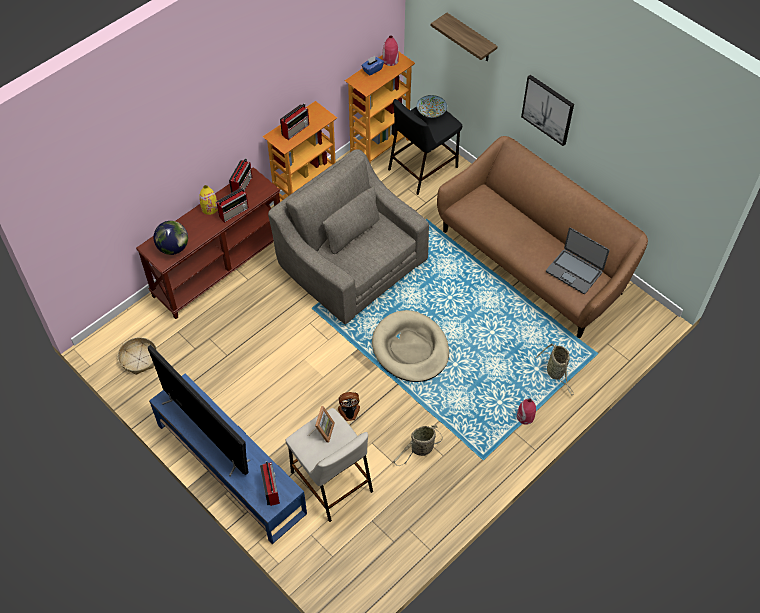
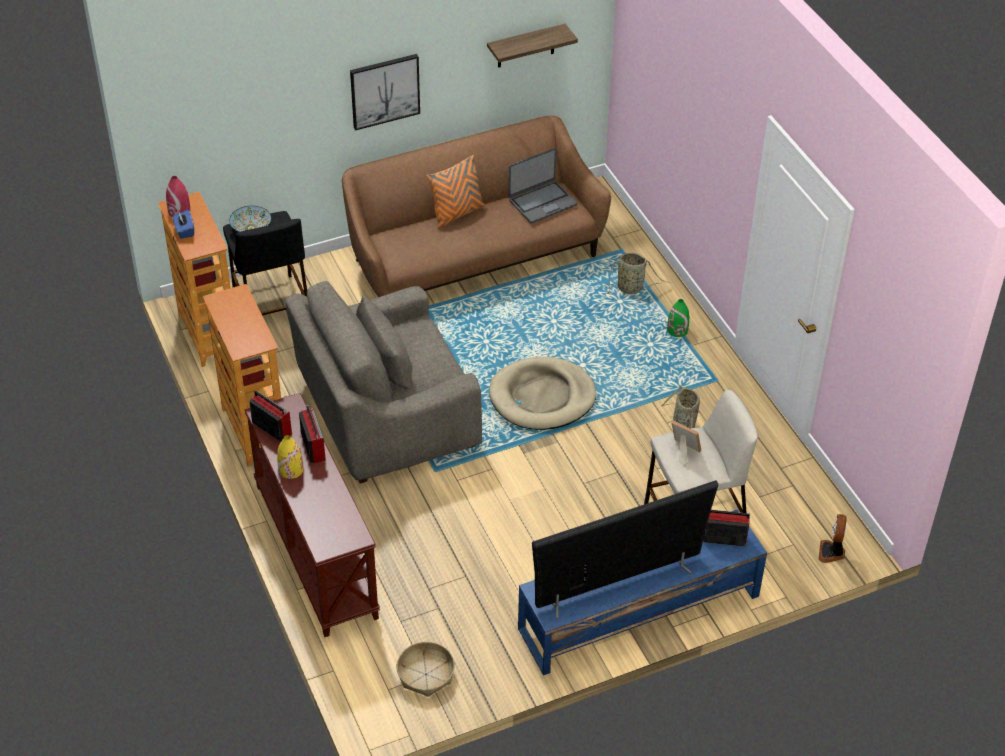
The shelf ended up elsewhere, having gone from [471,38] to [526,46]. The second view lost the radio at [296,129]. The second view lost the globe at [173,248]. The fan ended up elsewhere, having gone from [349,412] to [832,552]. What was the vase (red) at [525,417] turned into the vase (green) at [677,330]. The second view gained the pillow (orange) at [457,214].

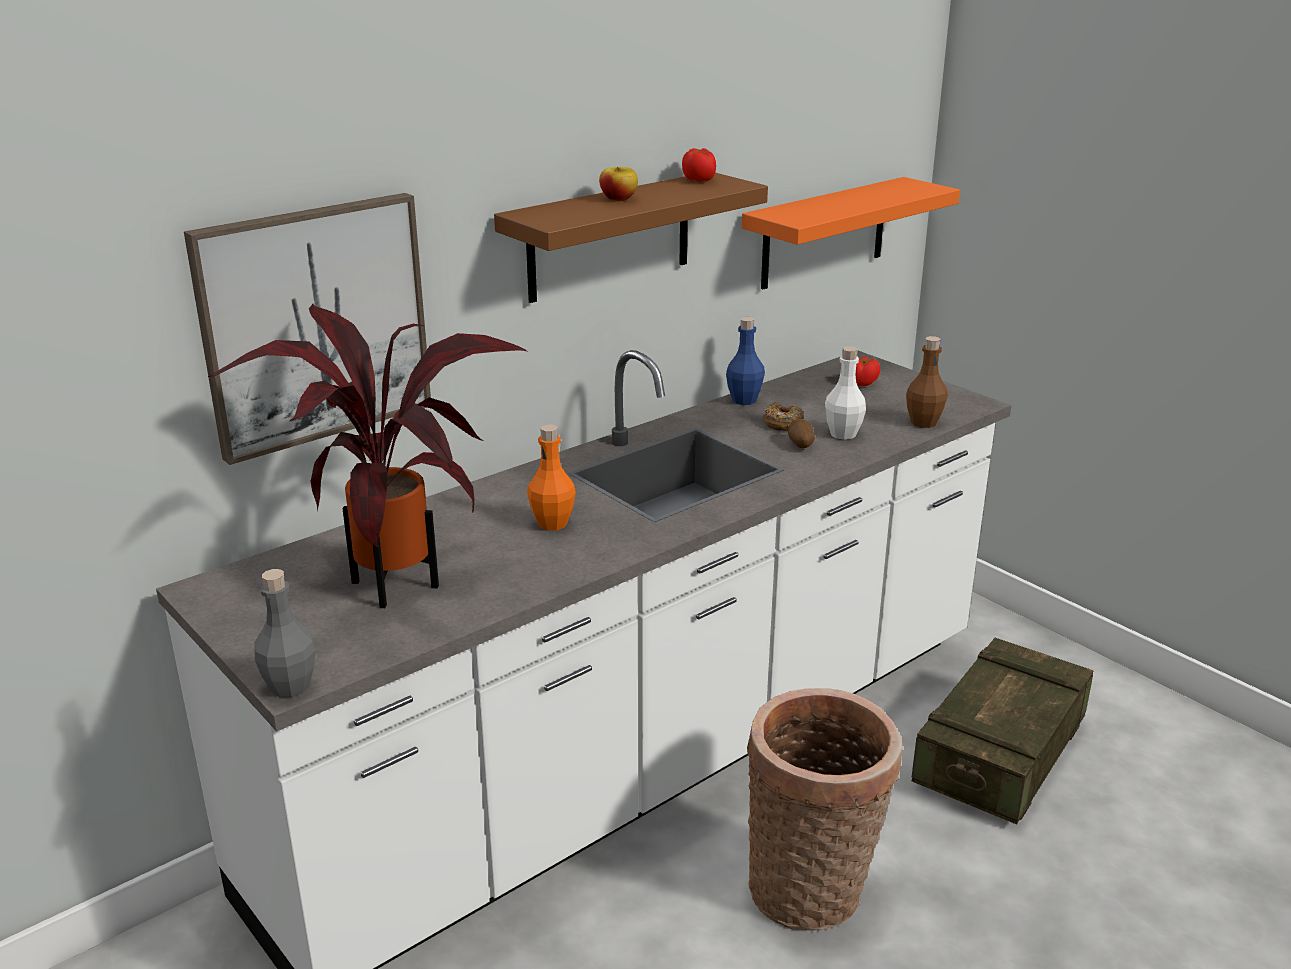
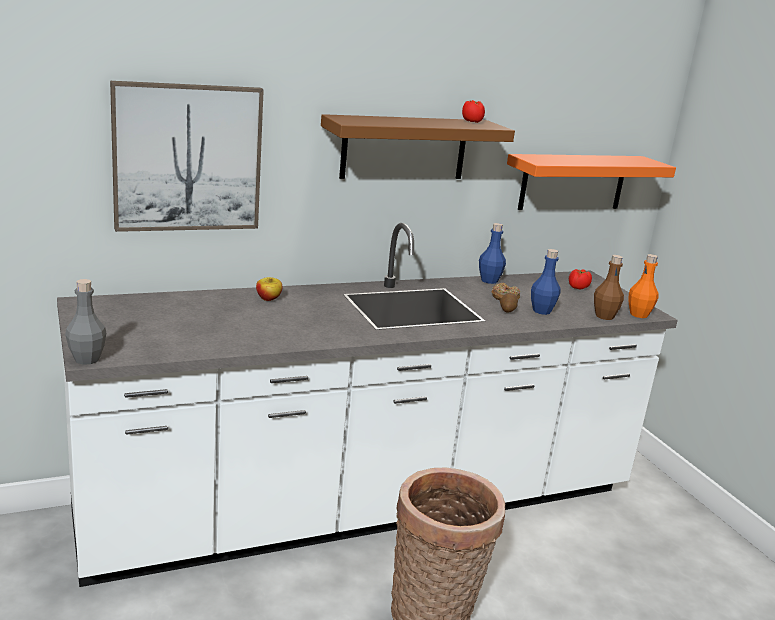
The apple ended up elsewhere, having gone from [618,199] to [268,298]. The second view lost the potted plant at [395,579]. What was the bottle (white) at [843,434] turned into the bottle (blue) at [542,311]. The bottle (orange) ended up elsewhere, having gone from [552,523] to [639,314]. The second view lost the crate at [999,755].

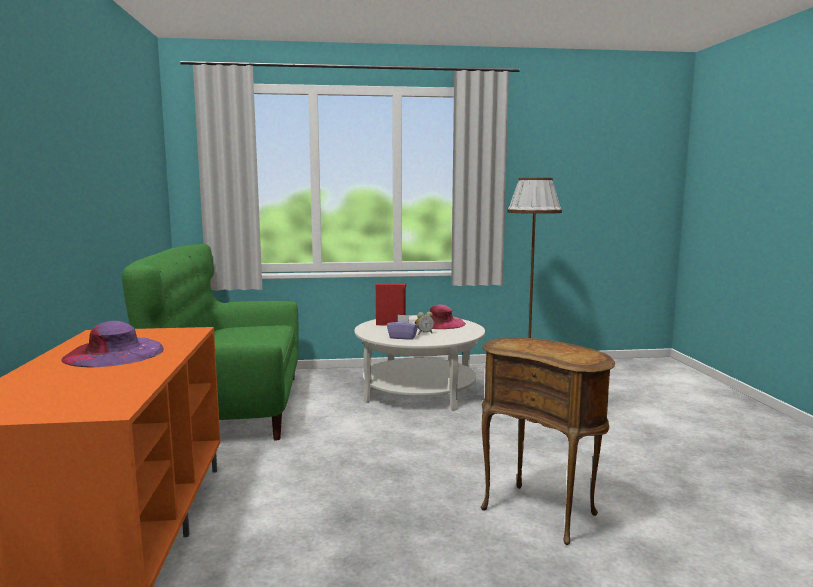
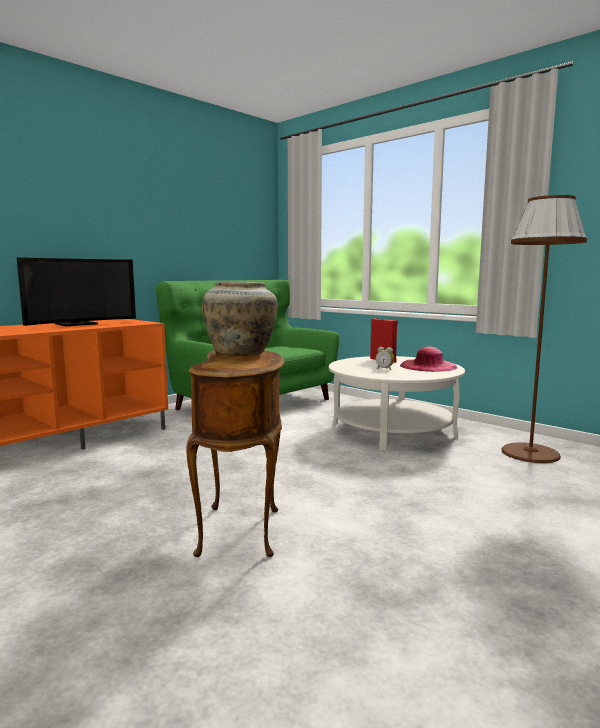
The second view lost the tissue box (purple) at [402,337]. Where the hat (purple) stood at [114,353], the television came to stand at [78,324]. The second view gained the vase (beige) at [241,354].

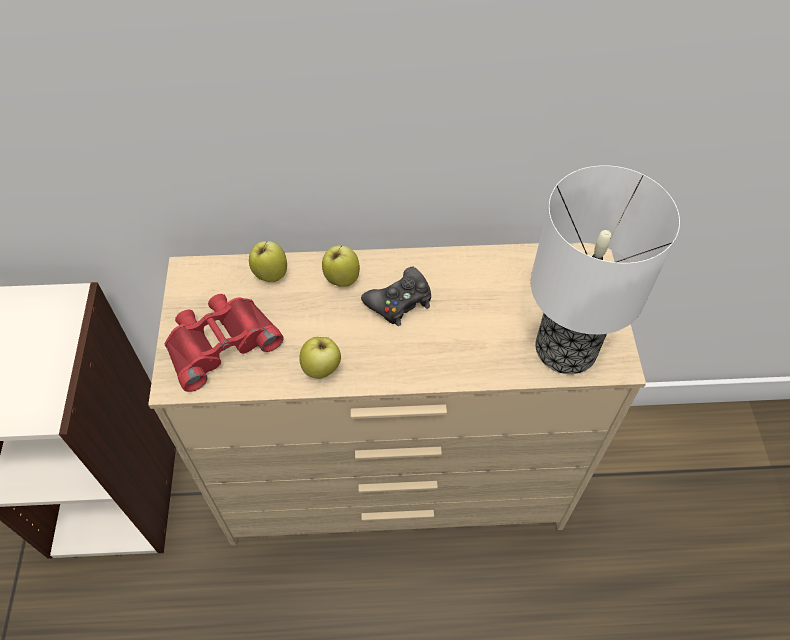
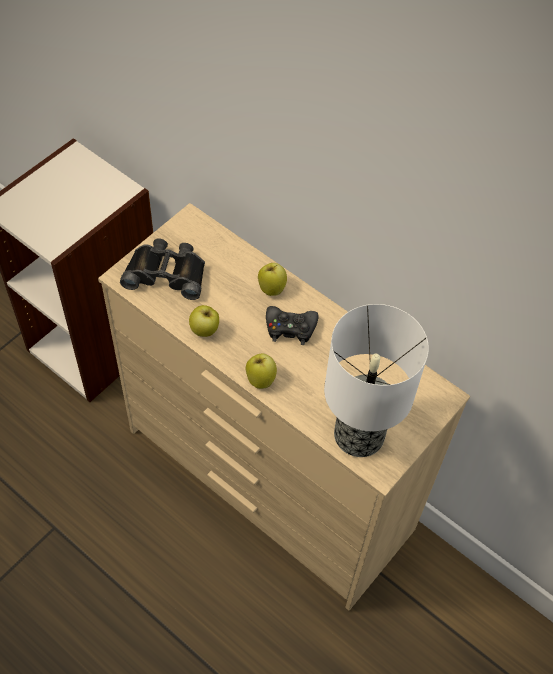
The apple ended up elsewhere, having gone from [270,274] to [260,379]. What was the binoculars (red) at [220,342] turned into the binoculars (black) at [166,273].

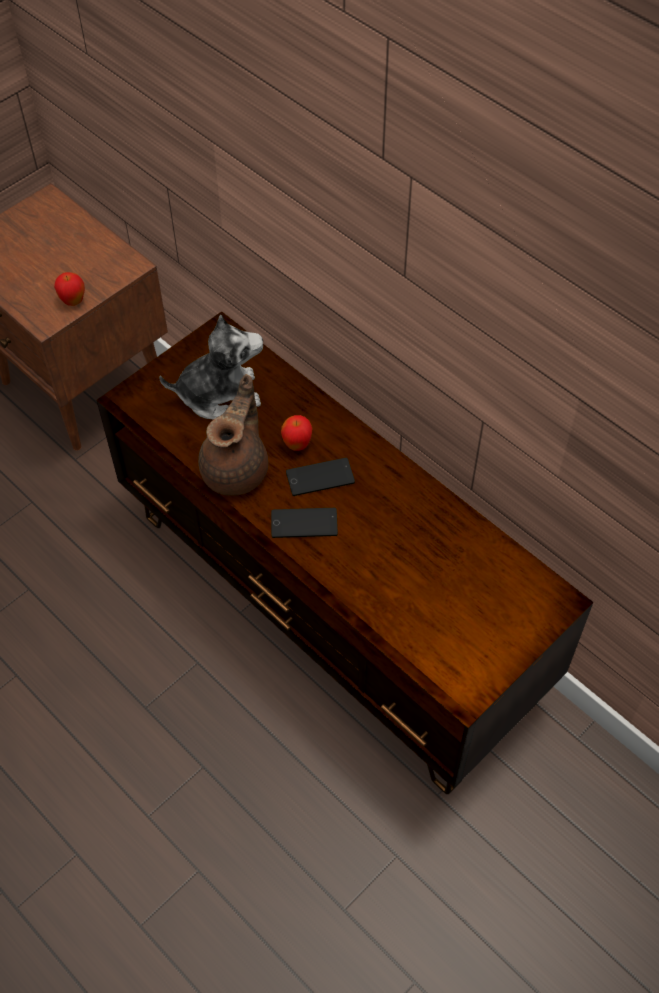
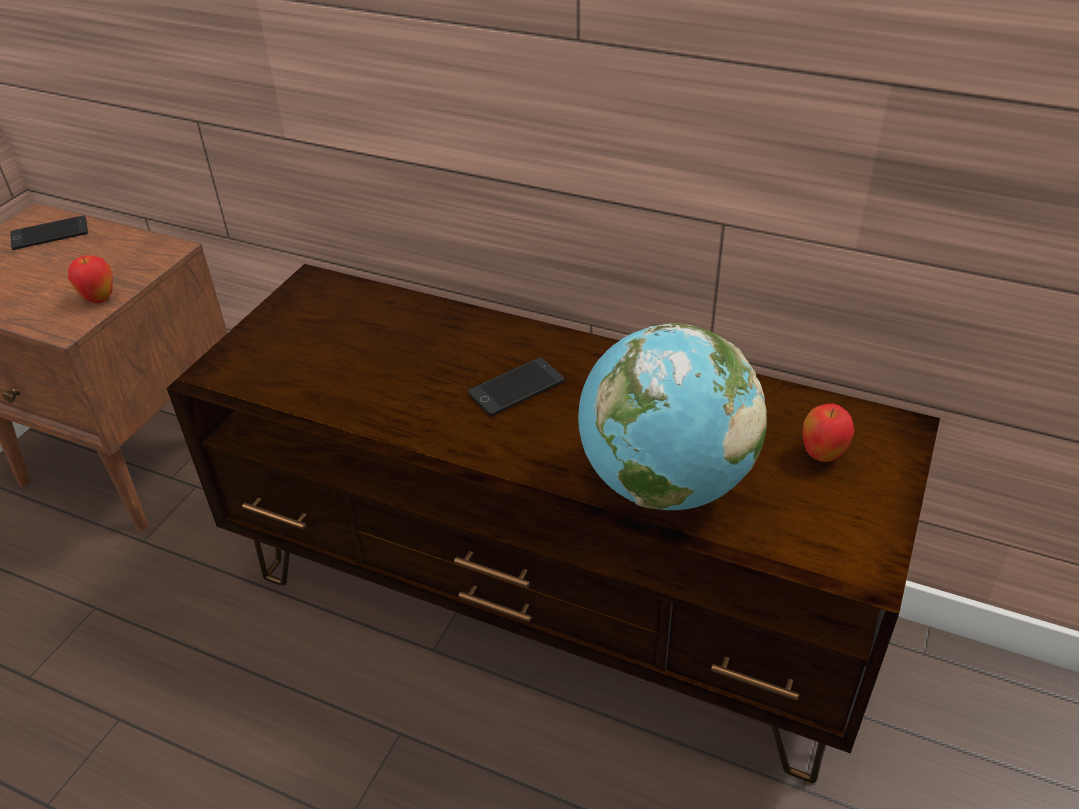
The second view lost the plush toy at [219,394]. The second view lost the teapot (brown) at [237,469]. The apple ended up elsewhere, having gone from [297,445] to [822,455]. The phone ended up elsewhere, having gone from [304,523] to [50,234]. The second view gained the globe at [664,483].

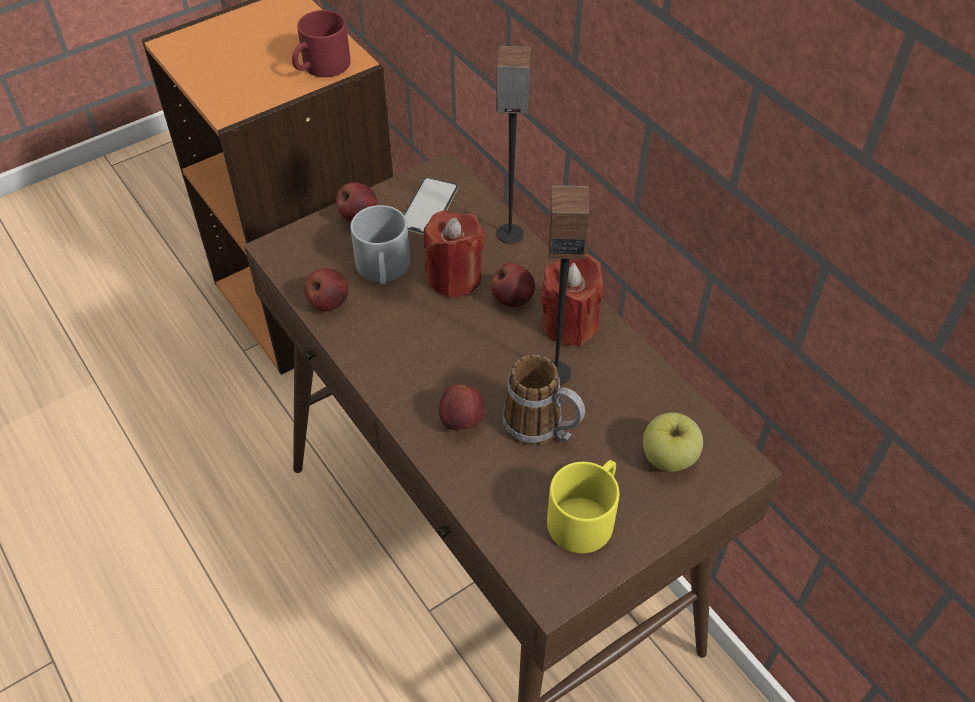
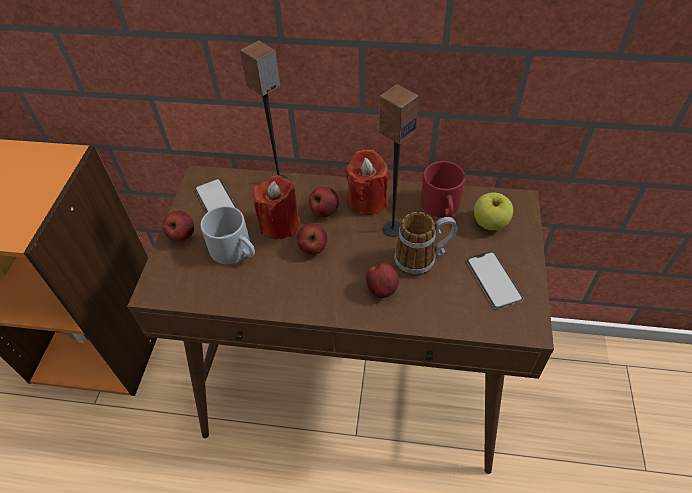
The mug (red) ended up elsewhere, having gone from [321,67] to [443,208]. The apple ended up elsewhere, having gone from [328,303] to [312,248]. Where the mug (yellow) stood at [585,514], the phone came to stand at [493,280].

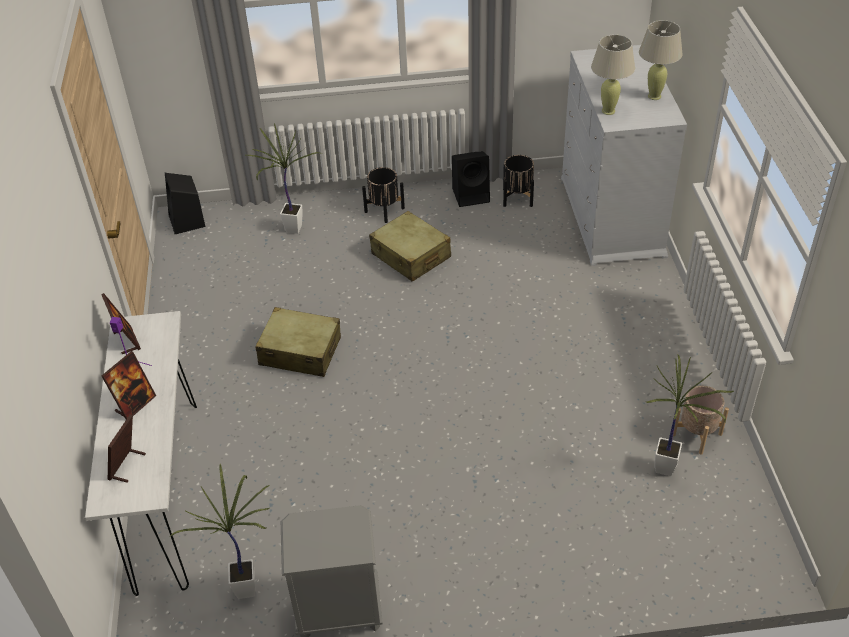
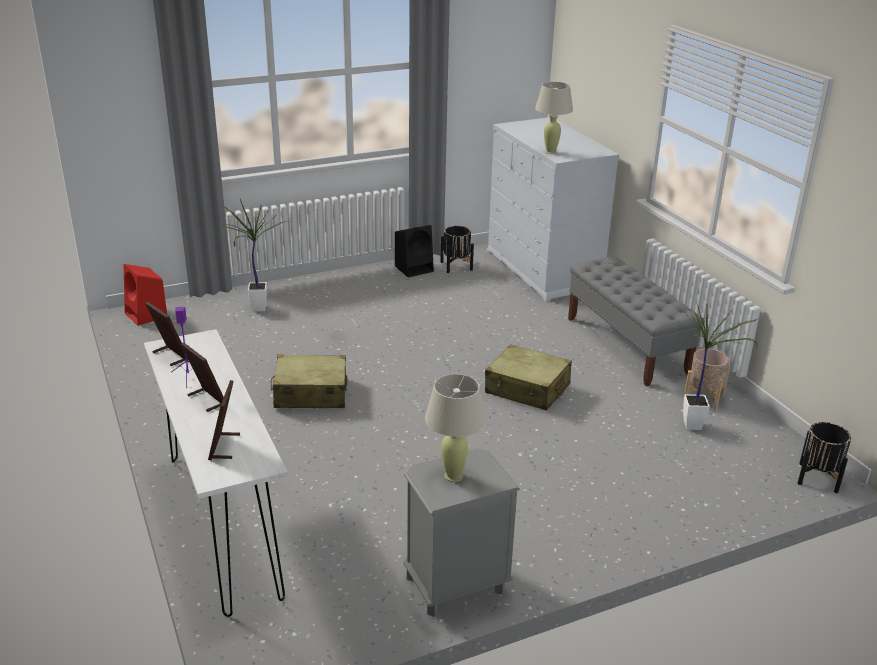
The table lamp (beige) ended up elsewhere, having gone from [654,96] to [454,476]. The planter (black) ended up elsewhere, having gone from [384,210] to [818,477]. What was the speaker (black) at [187,222] turned into the speaker (red) at [147,315]. The suitcase (beige) ended up elsewhere, having gone from [411,256] to [527,389]. The picture frame at [135,404] ended up facing another way, 60 degrees counterclockwise from before. The second view lost the potted plant at [249,586]. The second view gained the bench (grey) at [627,345].

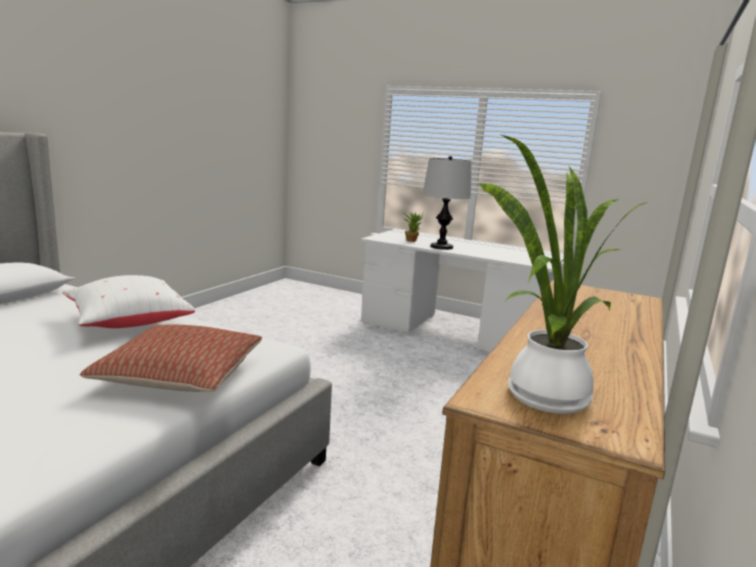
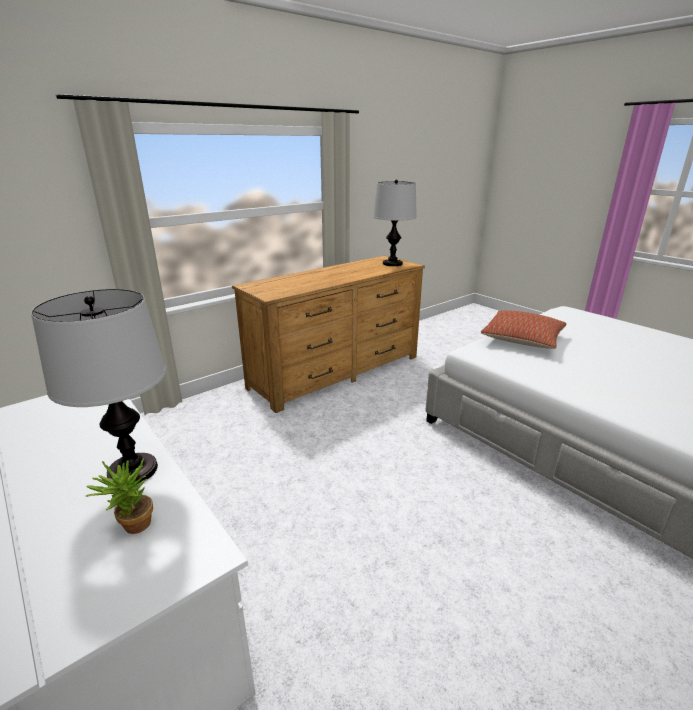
Where the potted plant stood at [541,397], the table lamp came to stand at [392,263]. The second view lost the pillow (white) at [128,322].

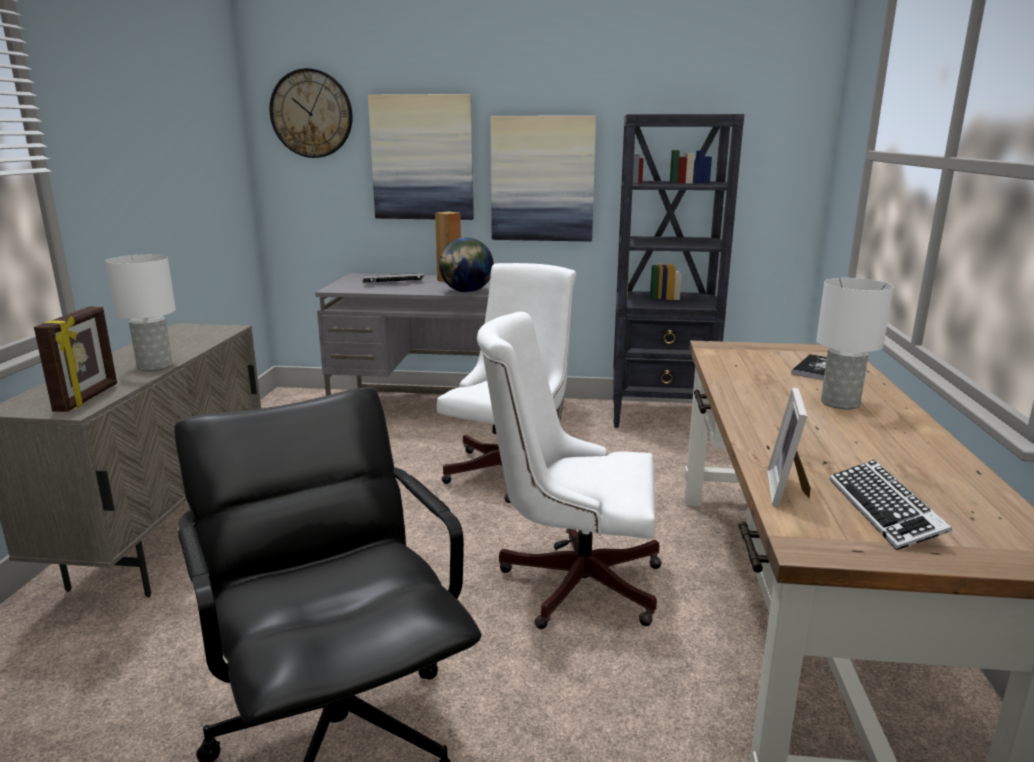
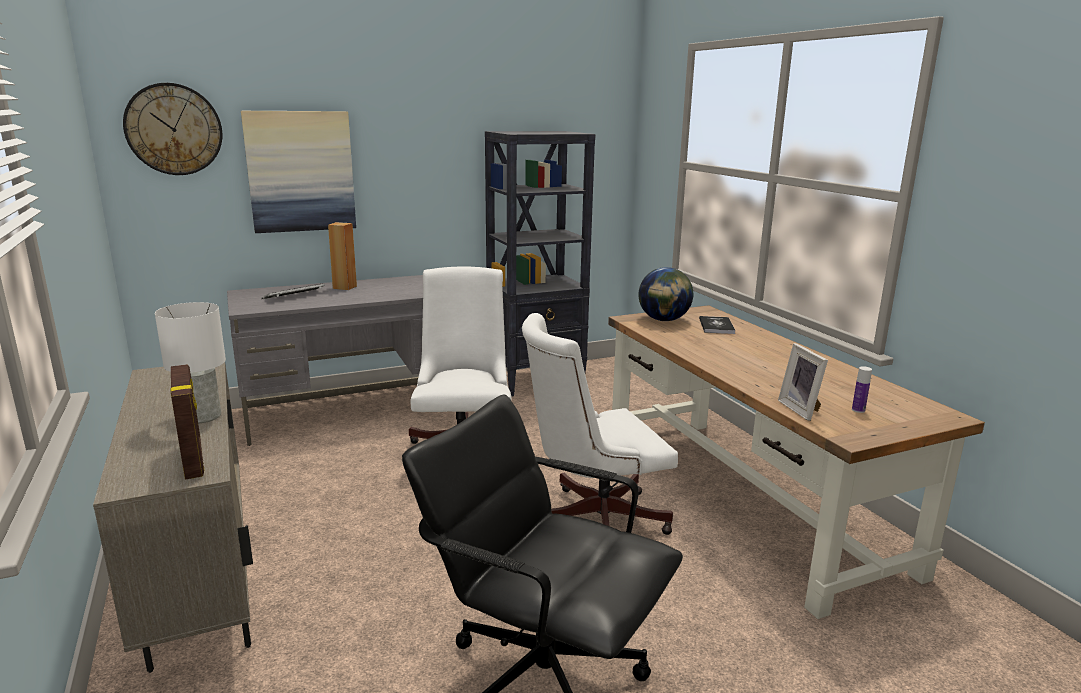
The second view lost the picture at [542,179]. The globe ended up elsewhere, having gone from [466,291] to [664,320]. The second view lost the table lamp (white) at [841,403]. Where the keyboard stood at [884,511], the bottle came to stand at [858,410].

